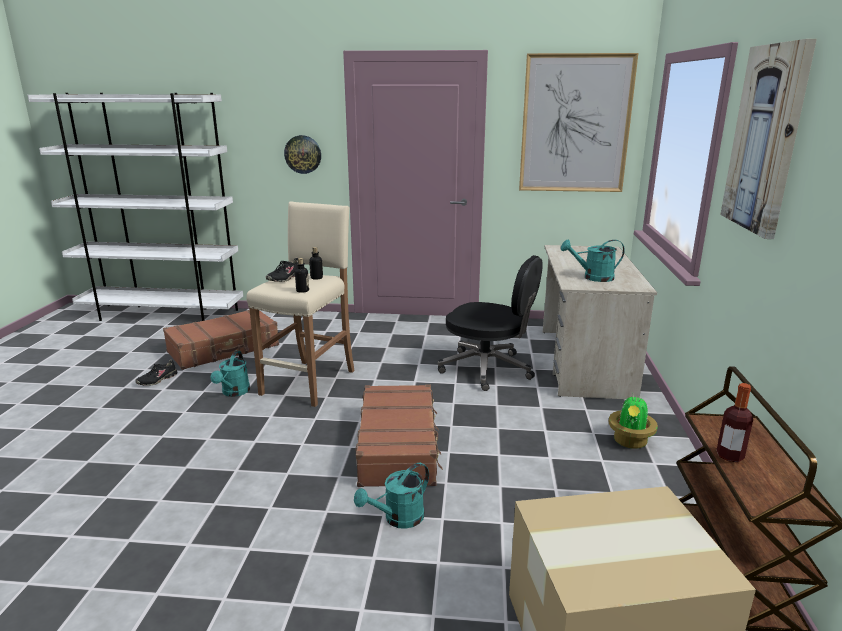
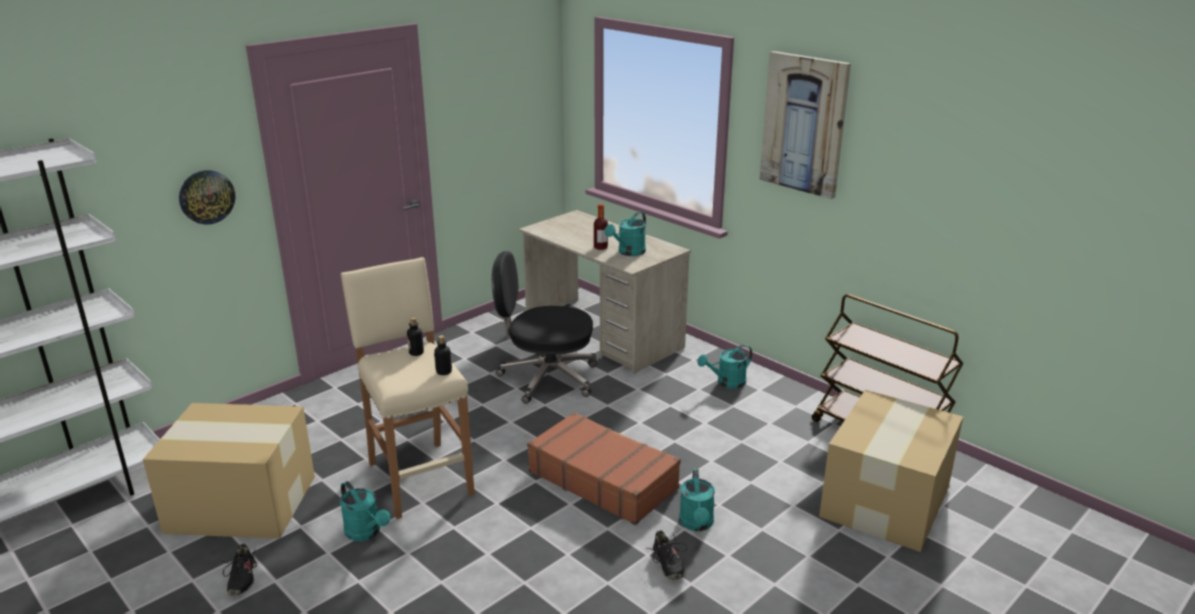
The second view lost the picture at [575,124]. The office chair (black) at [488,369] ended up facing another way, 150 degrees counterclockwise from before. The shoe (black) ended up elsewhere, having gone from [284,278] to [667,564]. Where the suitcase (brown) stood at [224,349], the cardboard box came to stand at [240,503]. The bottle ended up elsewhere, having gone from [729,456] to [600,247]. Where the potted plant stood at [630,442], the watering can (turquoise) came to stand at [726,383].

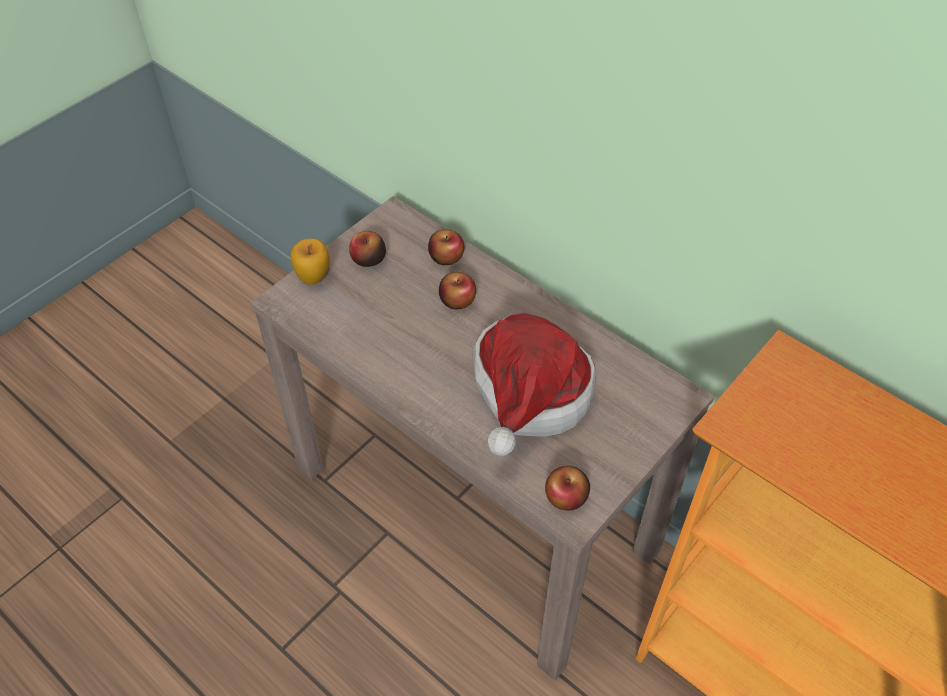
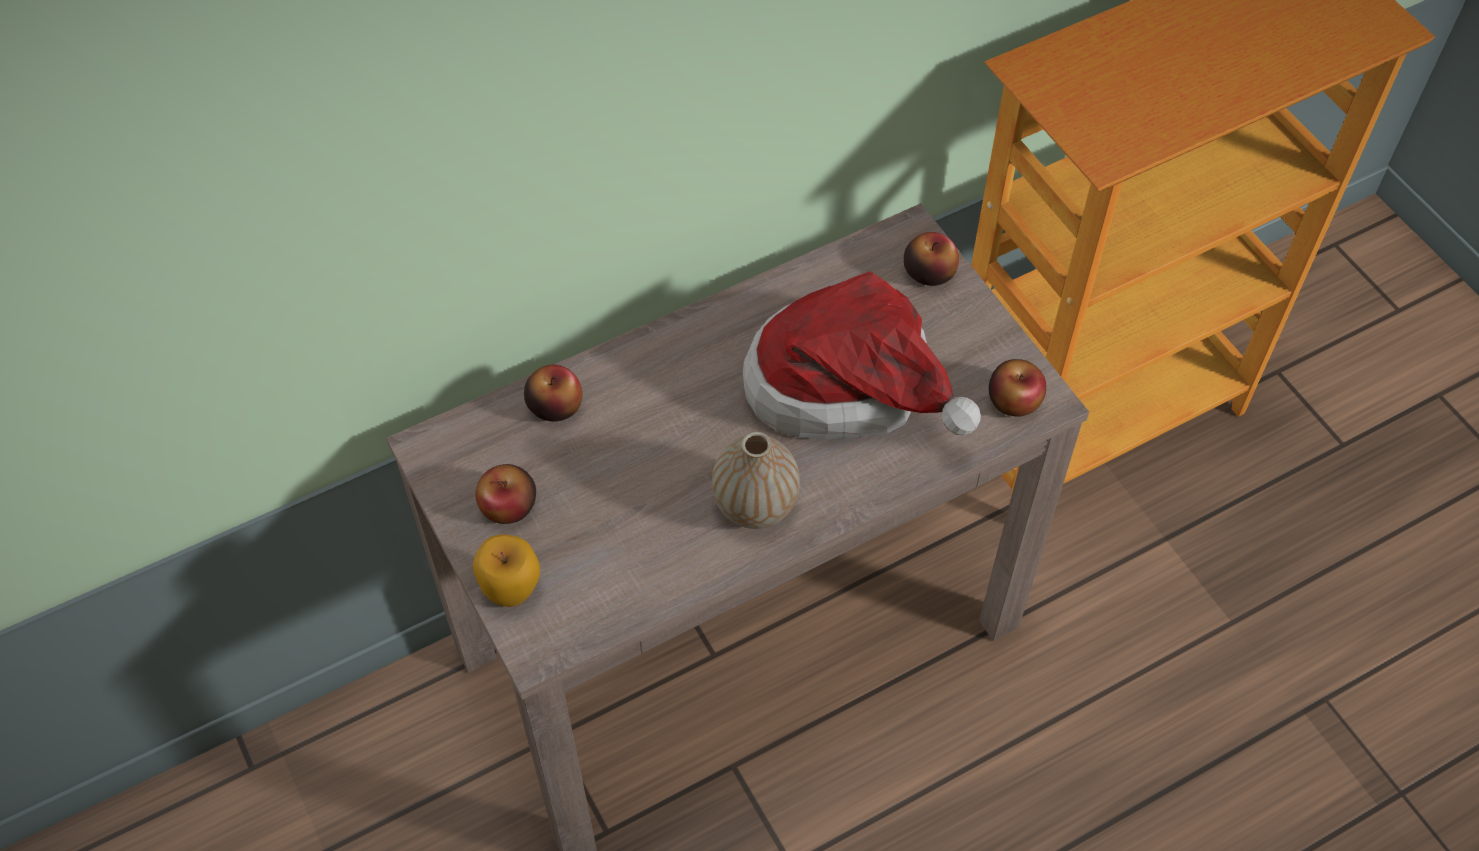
The apple ended up elsewhere, having gone from [457,300] to [929,272]. The second view gained the vase at [755,506].

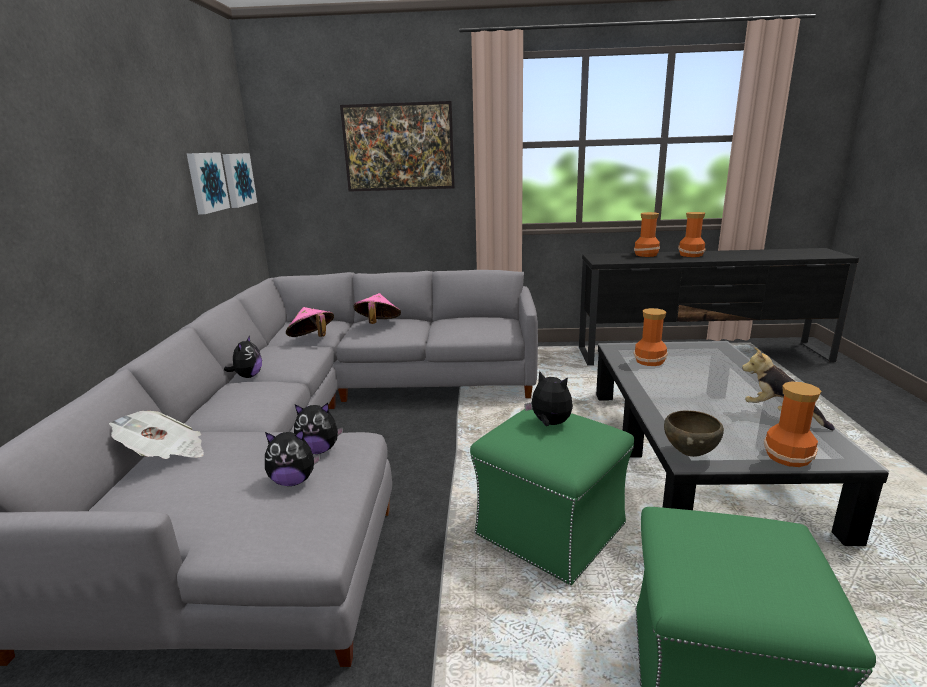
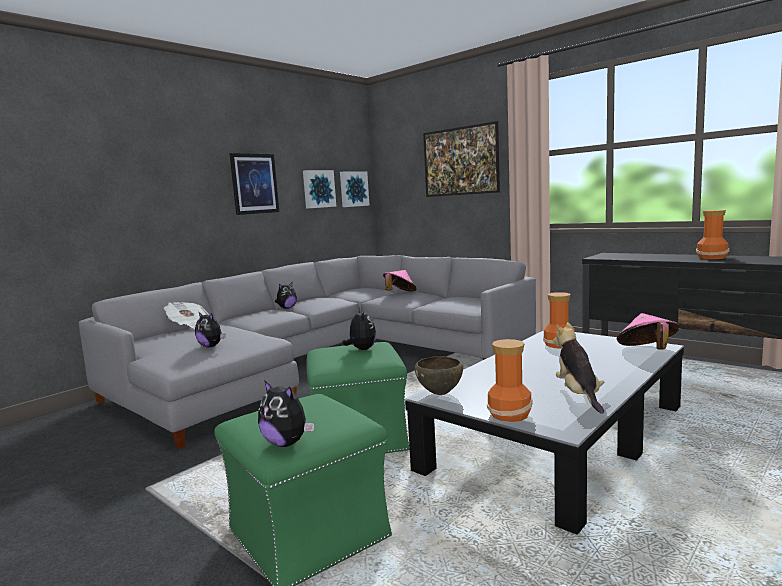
The second view lost the vase at [646,255]. The hat (pink) ended up elsewhere, having gone from [312,339] to [647,351]. The plush toy ended up elsewhere, having gone from [319,450] to [287,443]. The second view gained the picture at [254,184].

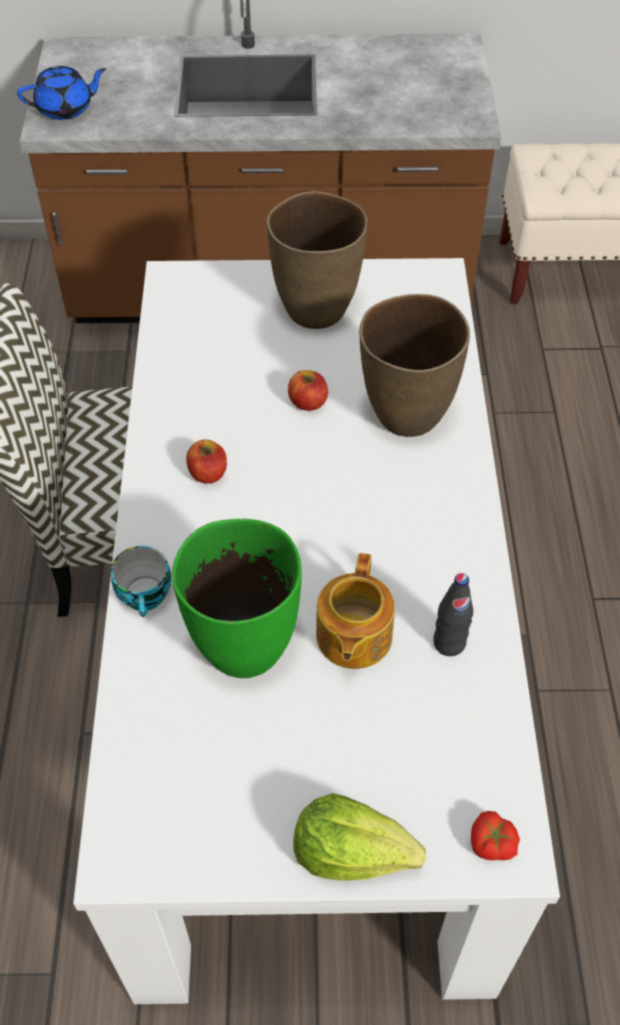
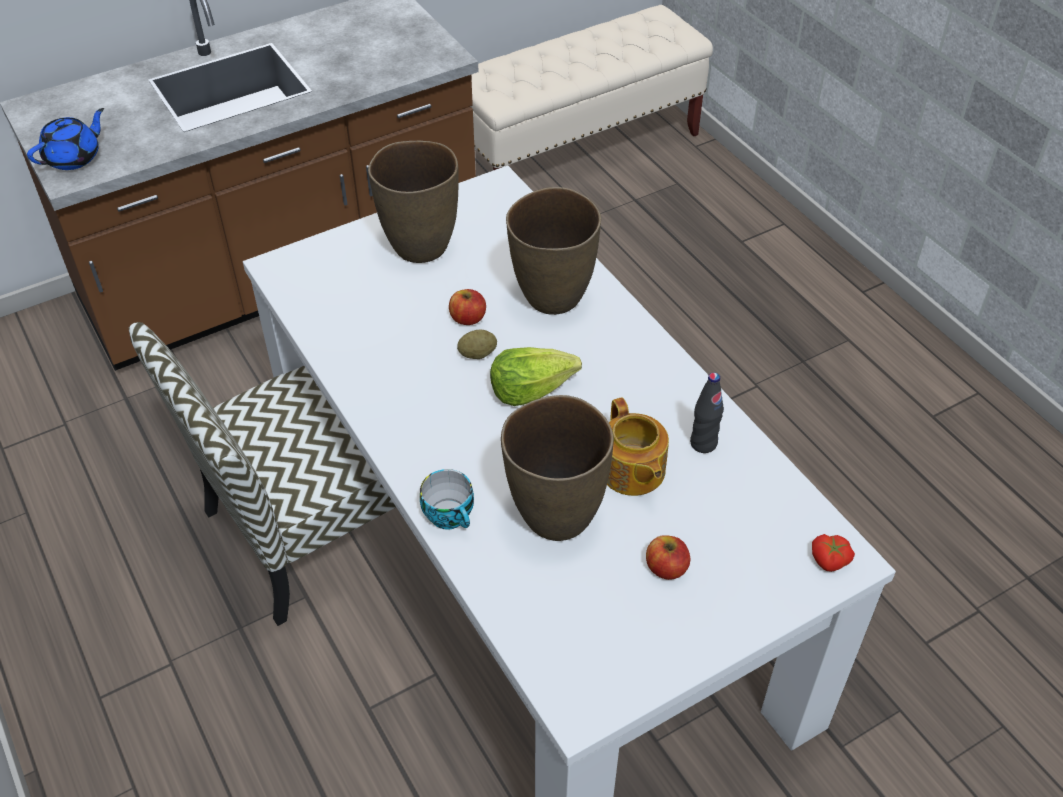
The apple ended up elsewhere, having gone from [208,473] to [666,568]. What was the vase (green) at [243,646] turned into the vase (brown) at [555,515]. The lettuce ended up elsewhere, having gone from [352,851] to [530,388]. The second view gained the potato at [477,354].

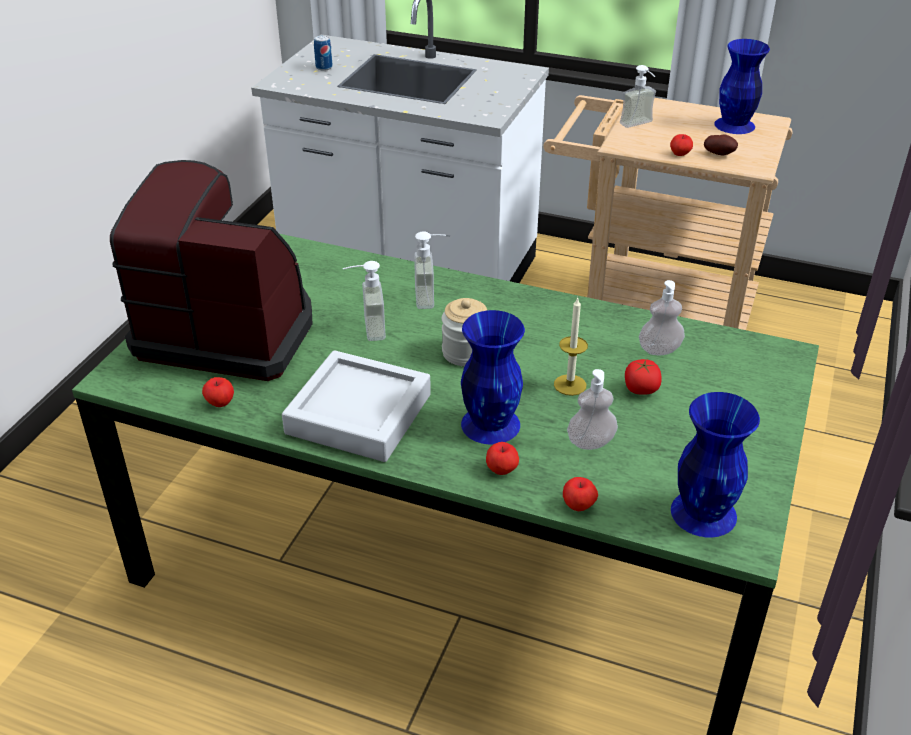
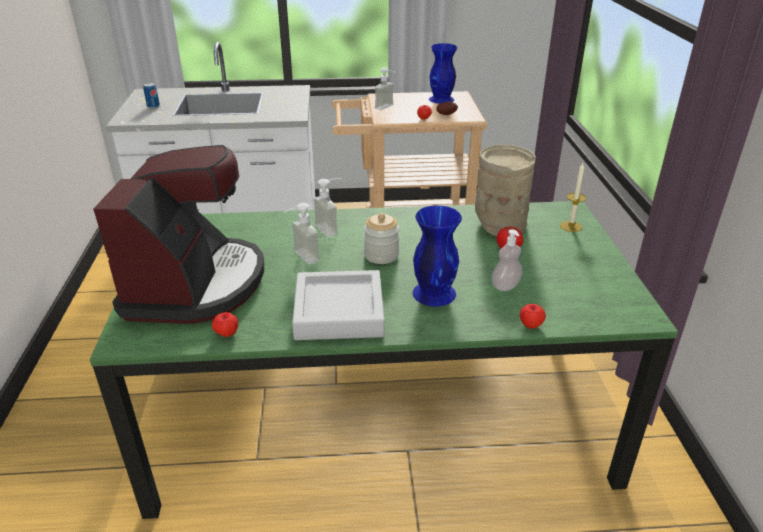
The coffee machine at [228,331] ended up facing another way, 105 degrees clockwise from before. Where the soap dispenser stood at [659,349], the vase (beige) came to stand at [499,224]. The candle ended up elsewhere, having gone from [570,385] to [571,226]. The second view lost the vase (blue) at [702,512]. The second view lost the apple at [502,470].

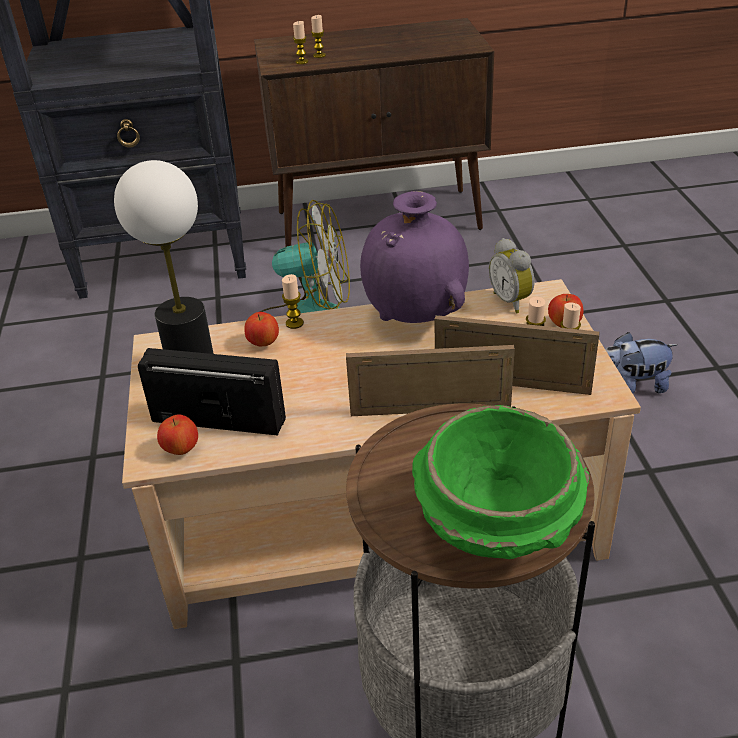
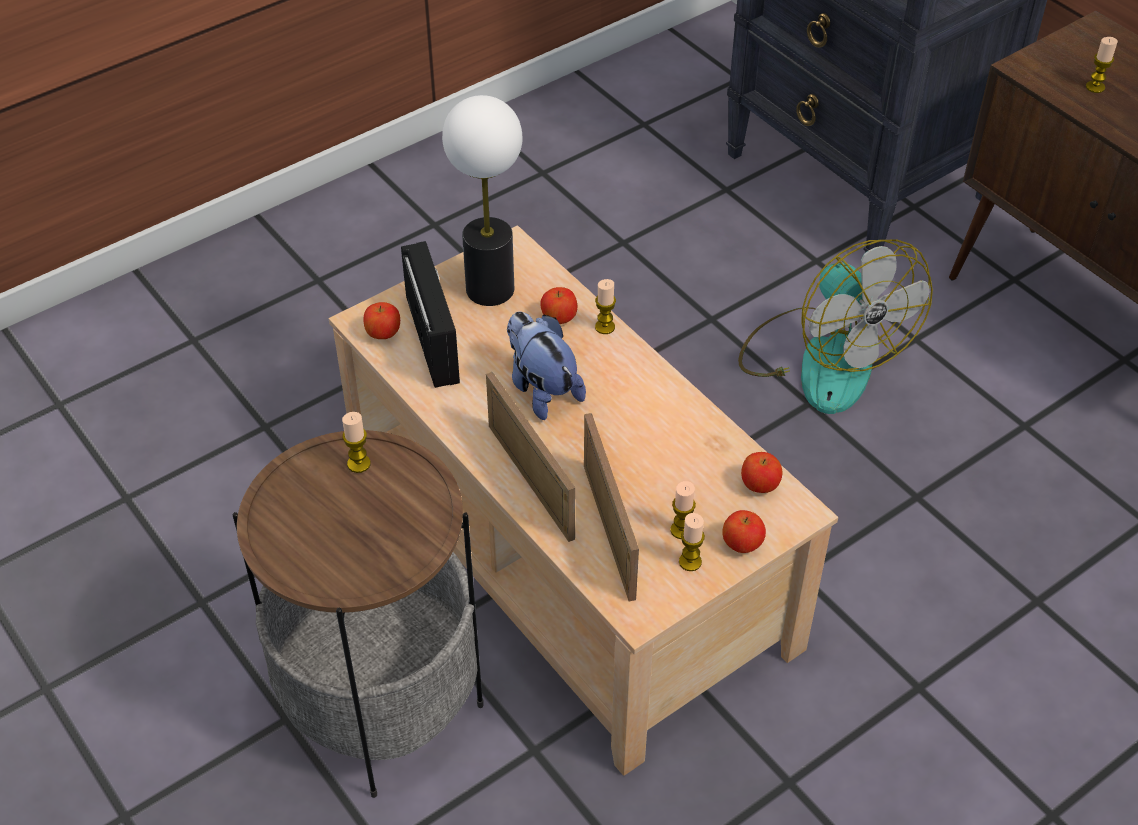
The candle ended up elsewhere, having gone from [302,62] to [359,464]. The second view lost the vase (purple) at [416,318]. Where the alarm clock stood at [512,301], the apple came to stand at [759,485]. The plush toy ended up elsewhere, having gone from [632,386] to [541,389]. The second view lost the bowl (green) at [498,524].

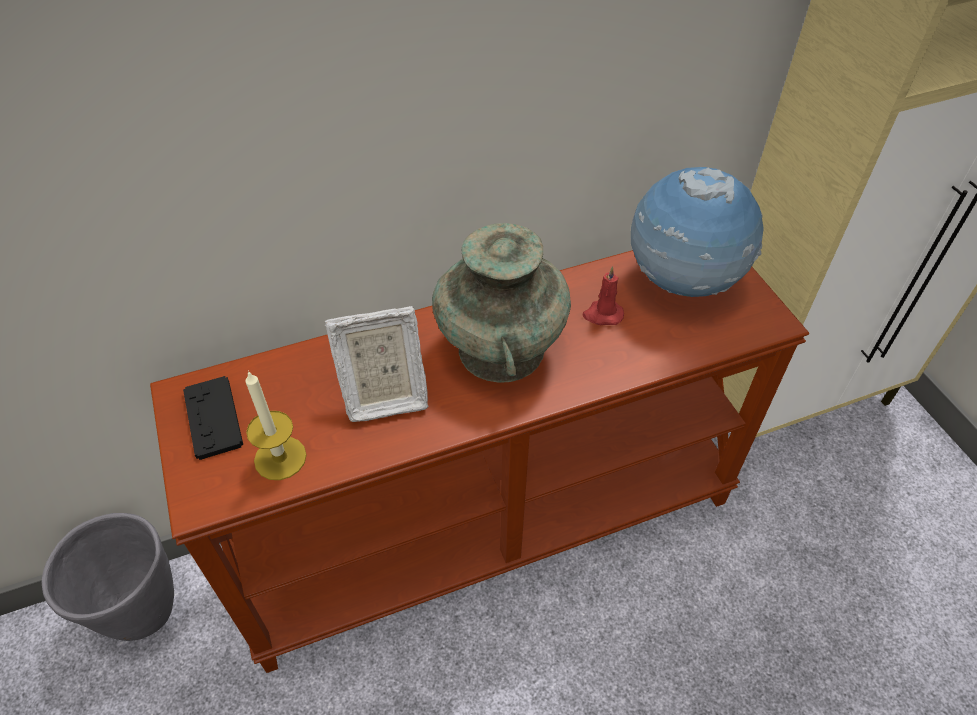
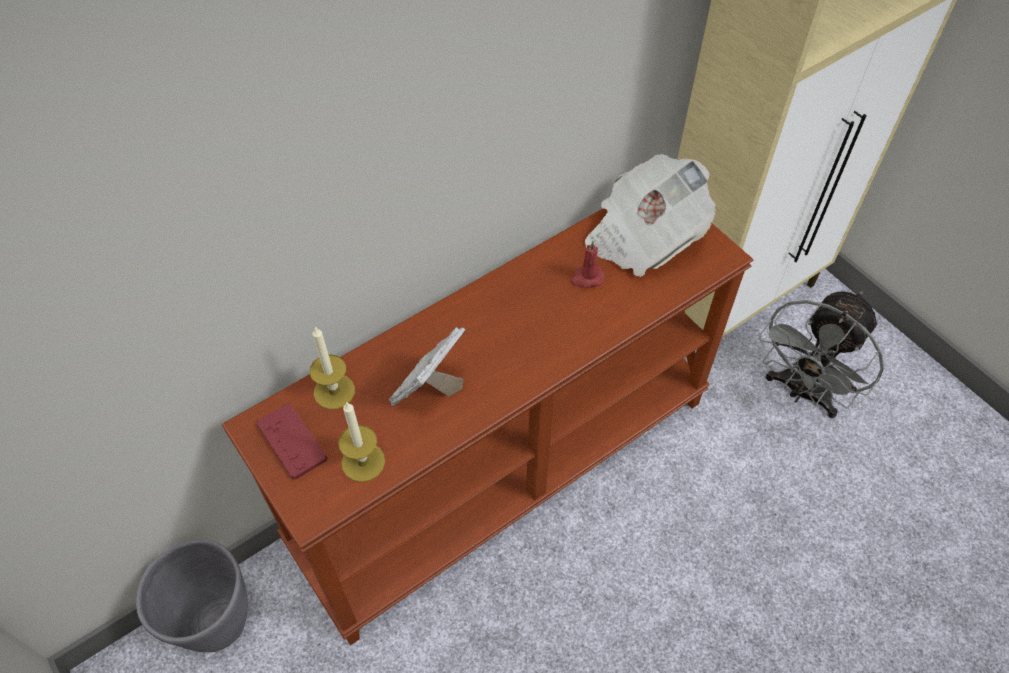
Where the globe stood at [682,284], the newspaper came to stand at [643,236]. The second view lost the vase (turquoise) at [501,349]. The picture frame at [383,396] ended up facing another way, 150 degrees clockwise from before. What was the game controller (black) at [213,418] turned into the game controller (red) at [292,442]. The second view gained the fan (grey) at [802,392]. The second view gained the candle at [334,391].

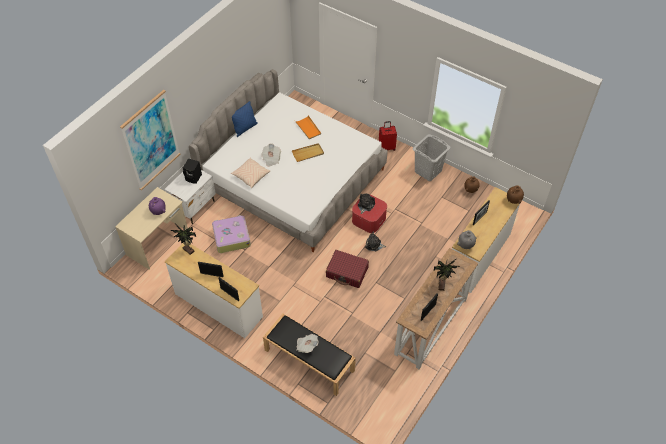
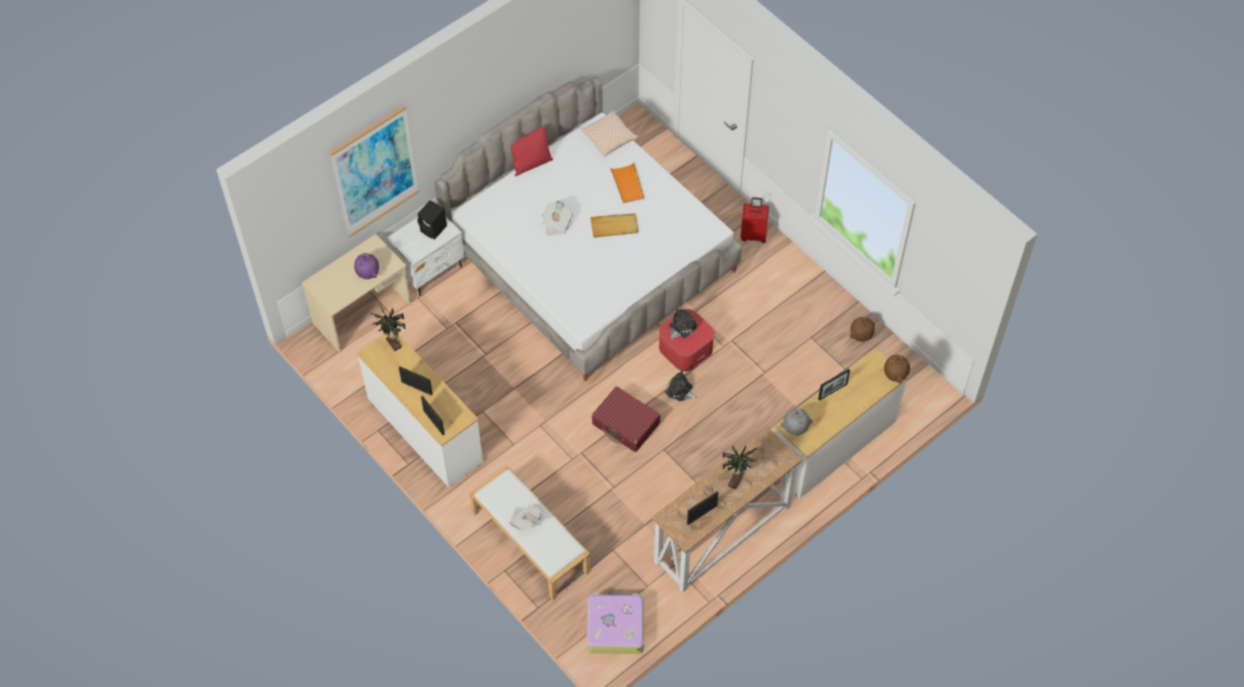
What was the pillow (blue) at [245,128] turned into the pillow (red) at [531,164]. The second view lost the laundry basket (grey) at [428,171]. The pillow (beige) ended up elsewhere, having gone from [251,176] to [608,138]. The suitcase ended up elsewhere, having gone from [231,237] to [615,627]. What was the bench (black) at [308,360] turned into the bench (white) at [529,541].

